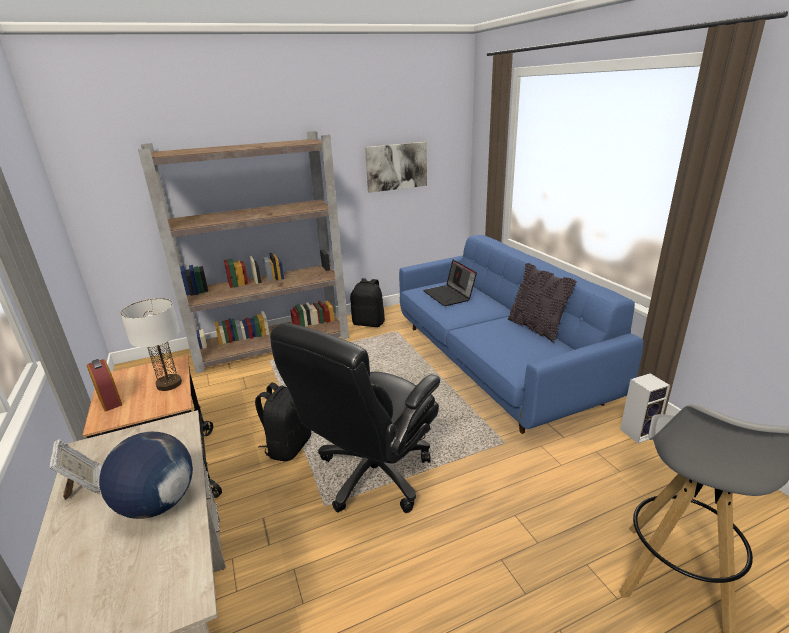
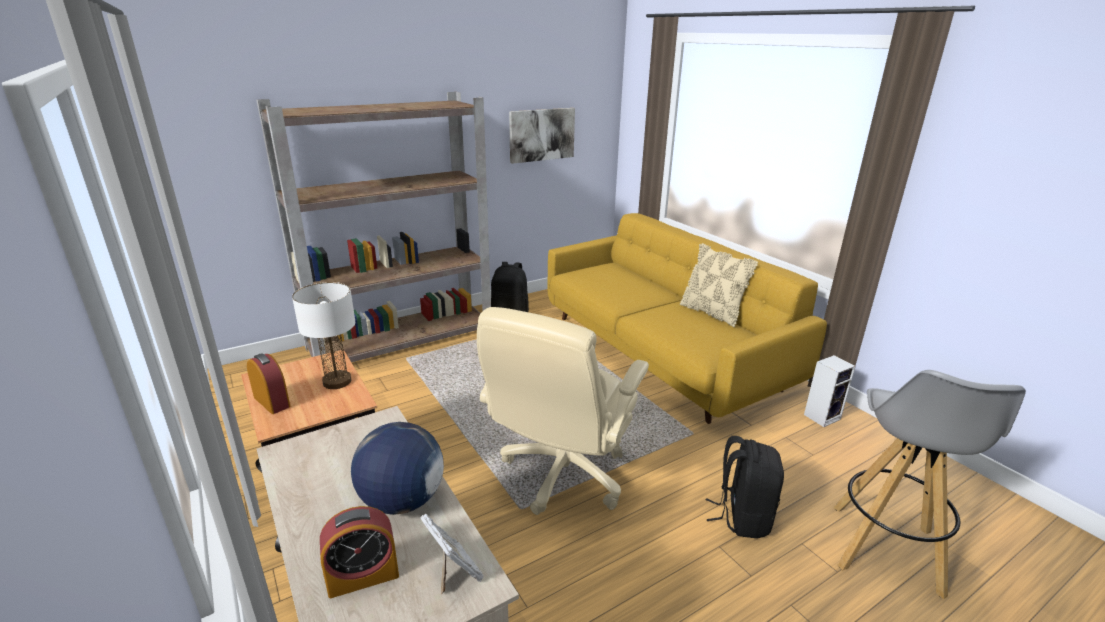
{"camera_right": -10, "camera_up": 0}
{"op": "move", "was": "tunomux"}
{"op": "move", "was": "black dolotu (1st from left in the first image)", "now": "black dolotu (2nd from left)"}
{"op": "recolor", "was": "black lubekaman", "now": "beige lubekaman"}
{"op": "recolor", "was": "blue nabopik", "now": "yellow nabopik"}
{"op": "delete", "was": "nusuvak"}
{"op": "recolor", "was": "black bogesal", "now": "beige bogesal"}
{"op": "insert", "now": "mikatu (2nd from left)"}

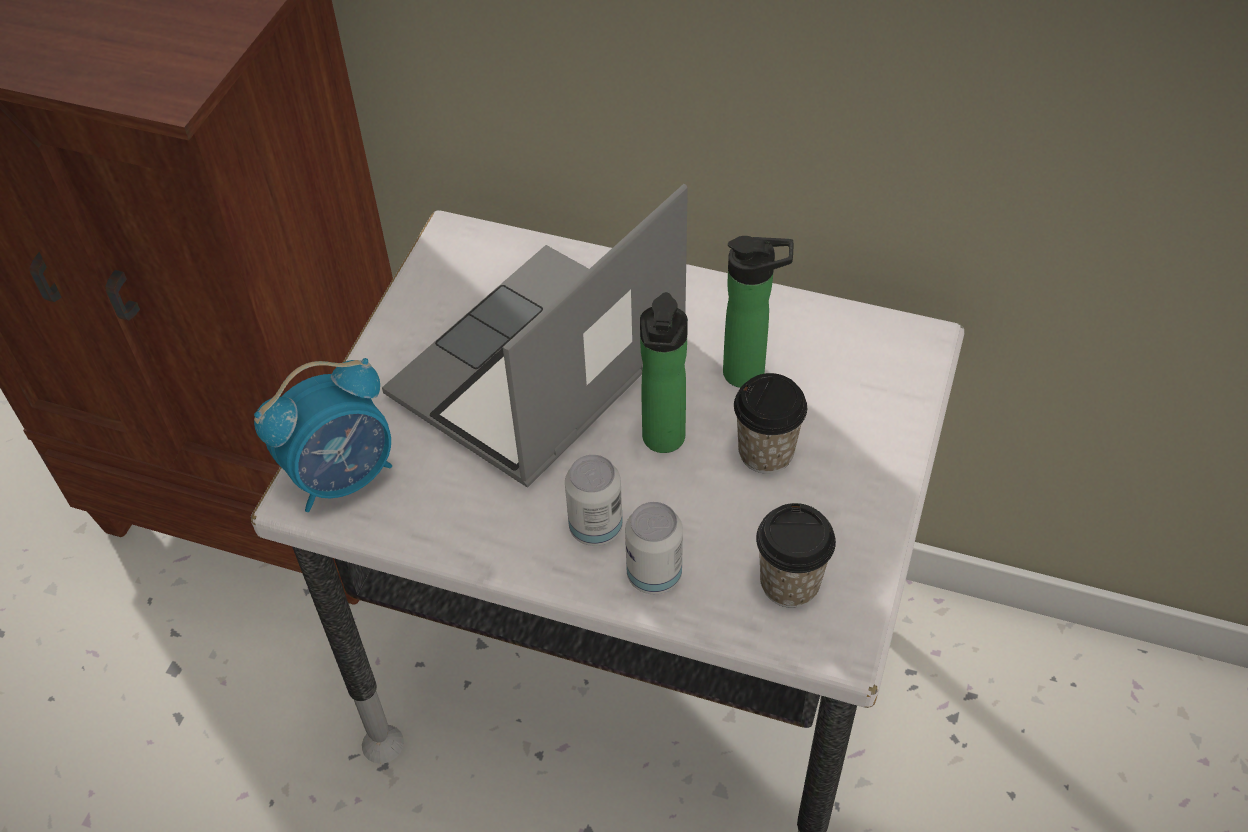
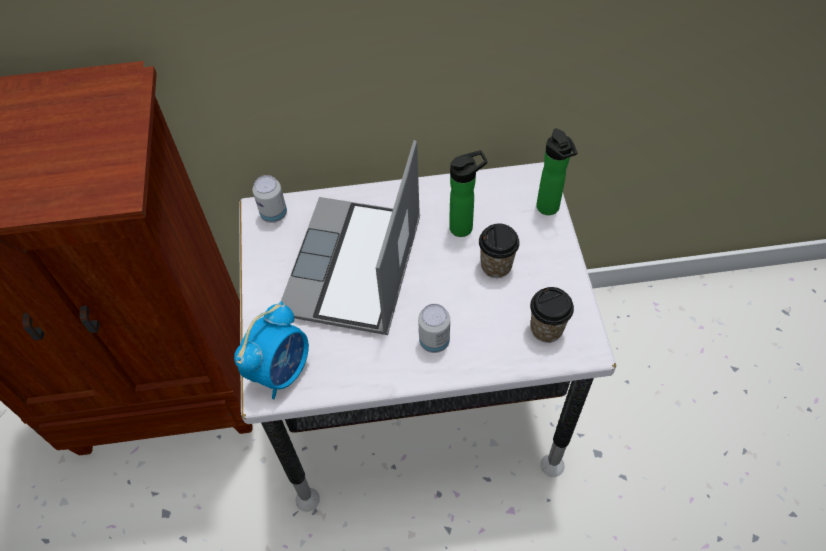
{"camera_right": -25, "camera_up": 5}
{"op": "move", "was": "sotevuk (2nd from left in the first image)", "now": "sotevuk (1st from left)"}
{"op": "move", "was": "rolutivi (1st from left in the first image)", "now": "rolutivi (2nd from left)"}

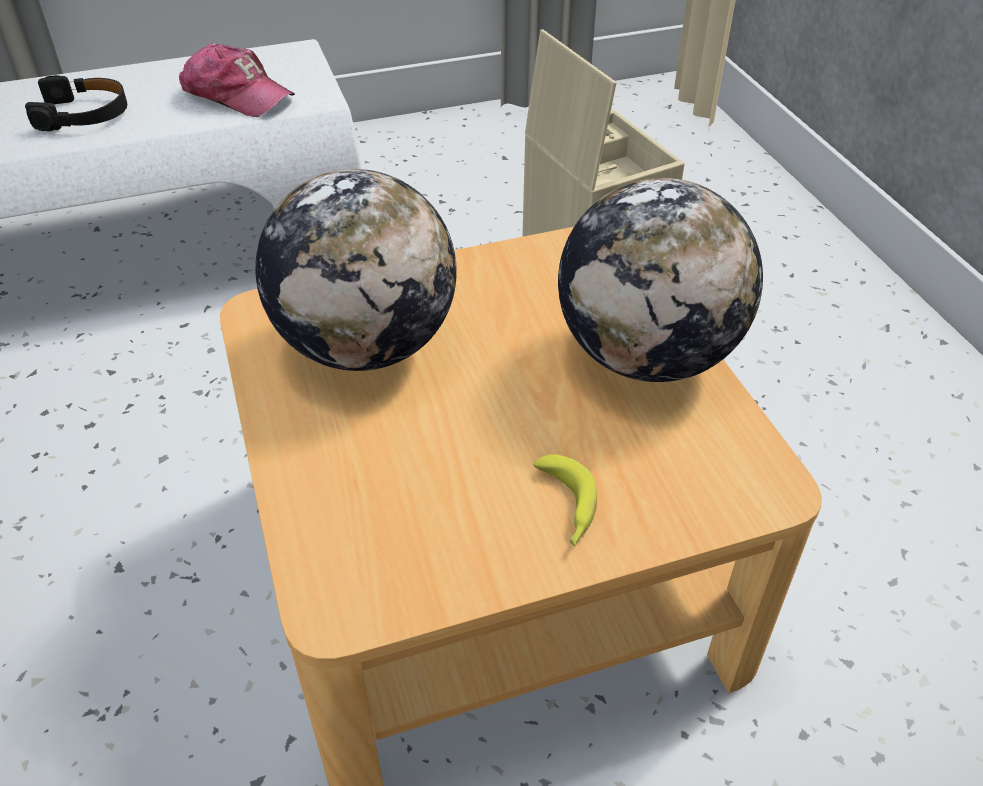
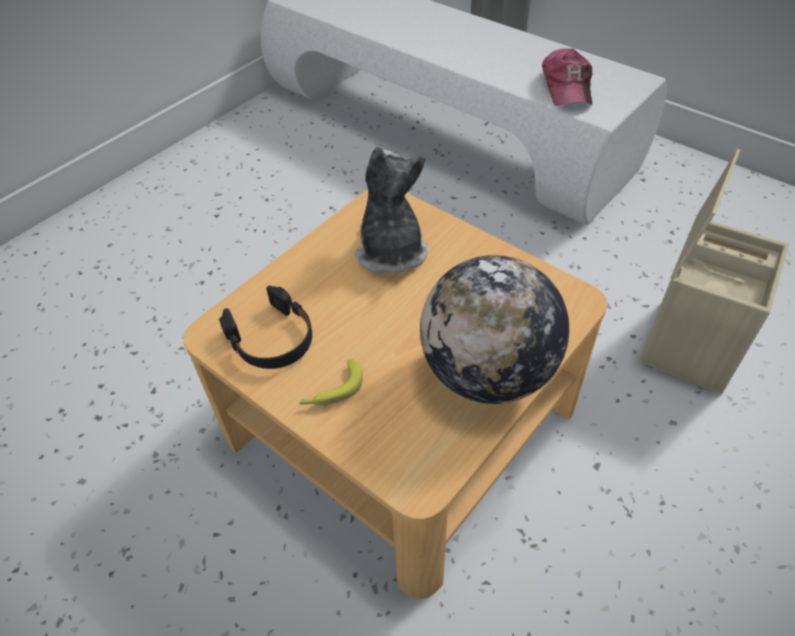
{"camera_right": 60, "camera_up": 5}
{"op": "move", "was": "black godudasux"}
{"op": "replace", "was": "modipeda (1st from left)", "now": "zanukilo"}

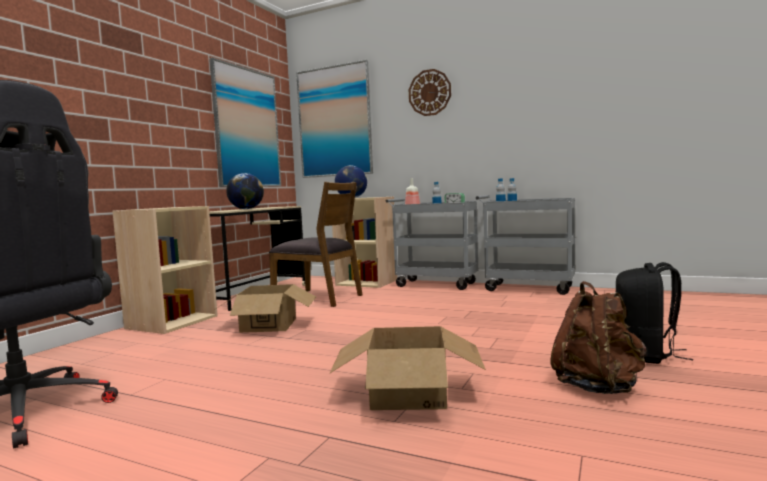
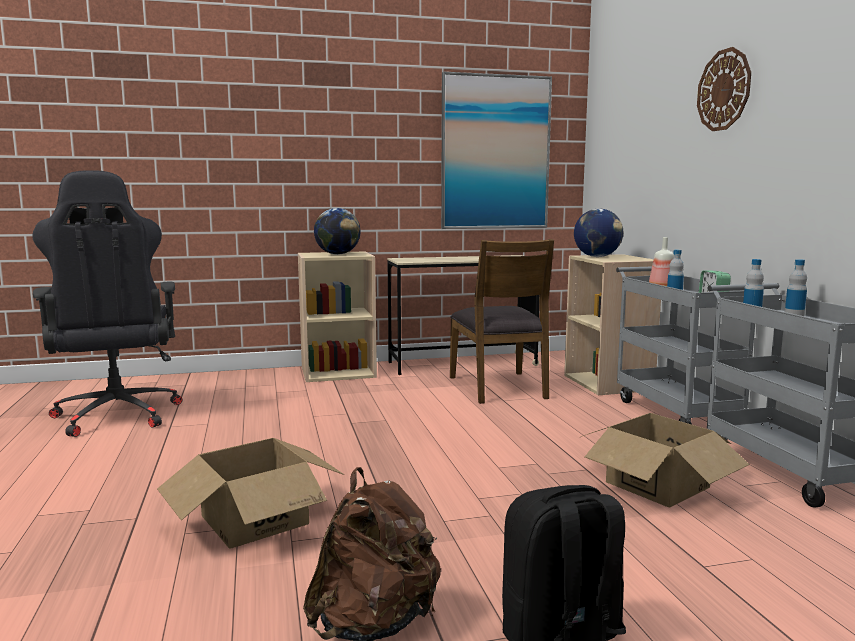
{"camera_right": 50, "camera_up": 5}
{"op": "move", "was": "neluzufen (1st from left in the first image)", "now": "neluzufen (2nd from left)"}
{"op": "move", "was": "modipeda (1st from left)"}
{"op": "delete", "was": "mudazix (2nd from left)"}

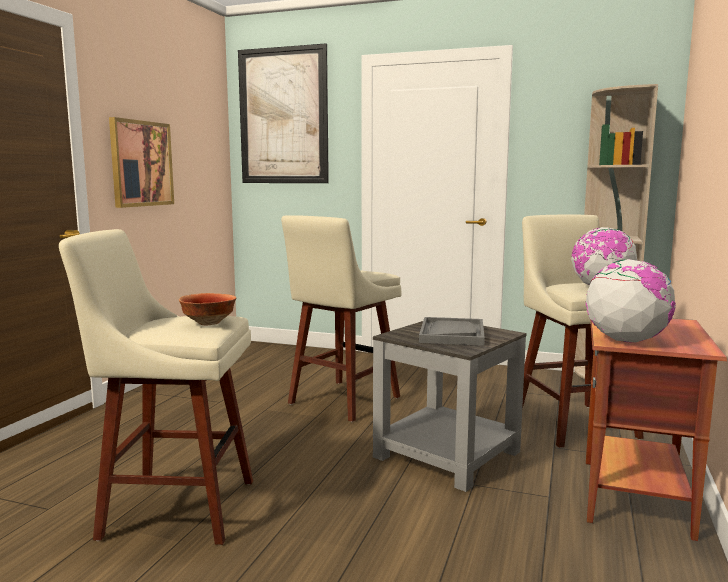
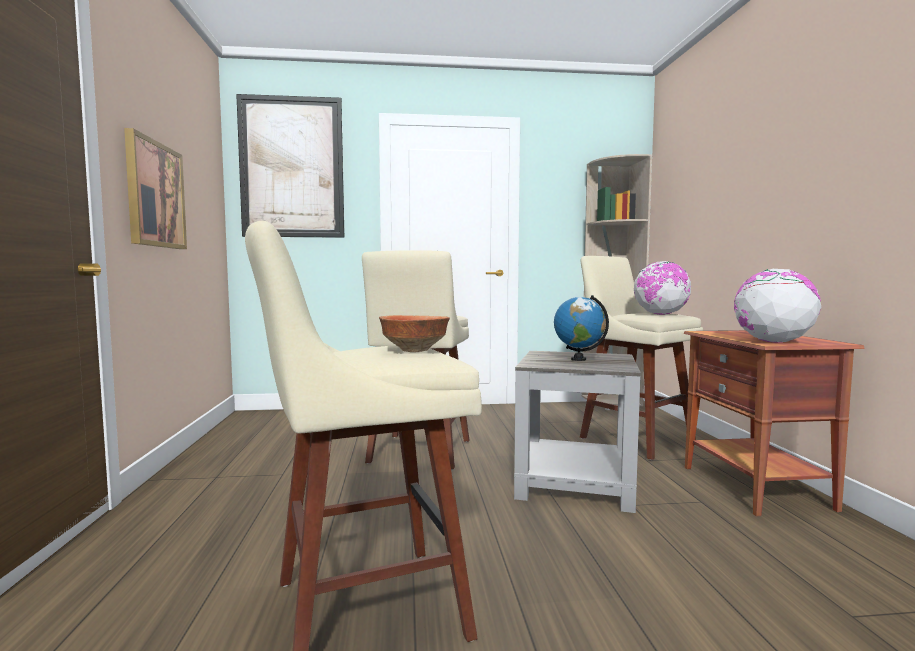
{"camera_right": -25, "camera_up": -5}
{"op": "replace", "was": "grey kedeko", "now": "modipeda (1st from left)"}

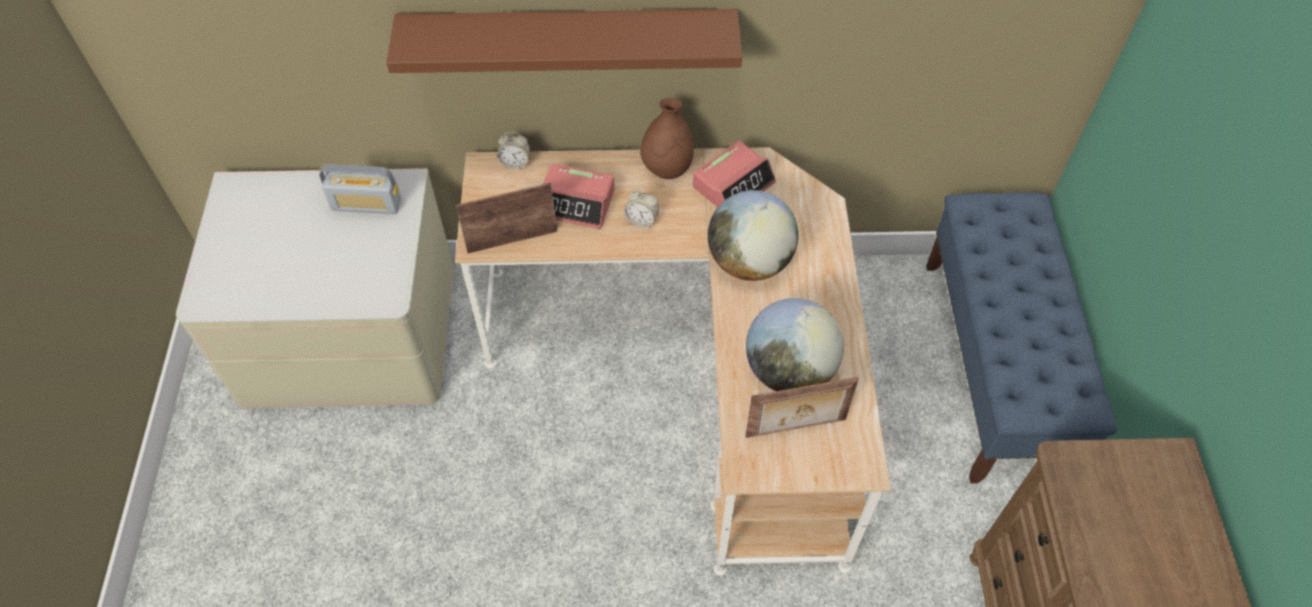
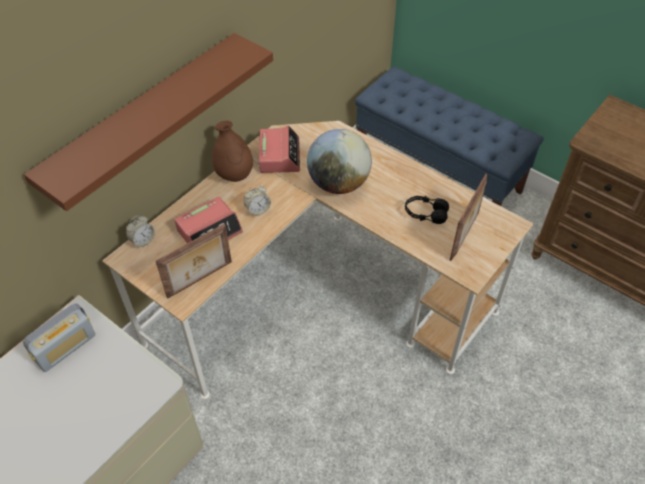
{"camera_right": -50, "camera_up": -5}
{"op": "rotate", "was": "tunomux (1st from left)", "clockwise": -150}
{"op": "replace", "was": "modipeda (2nd from left)", "now": "black godudasux"}

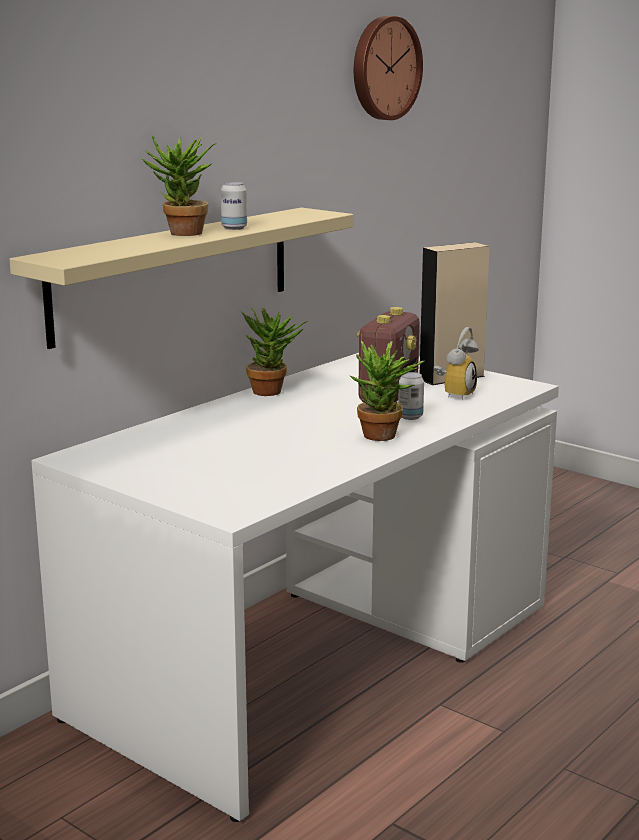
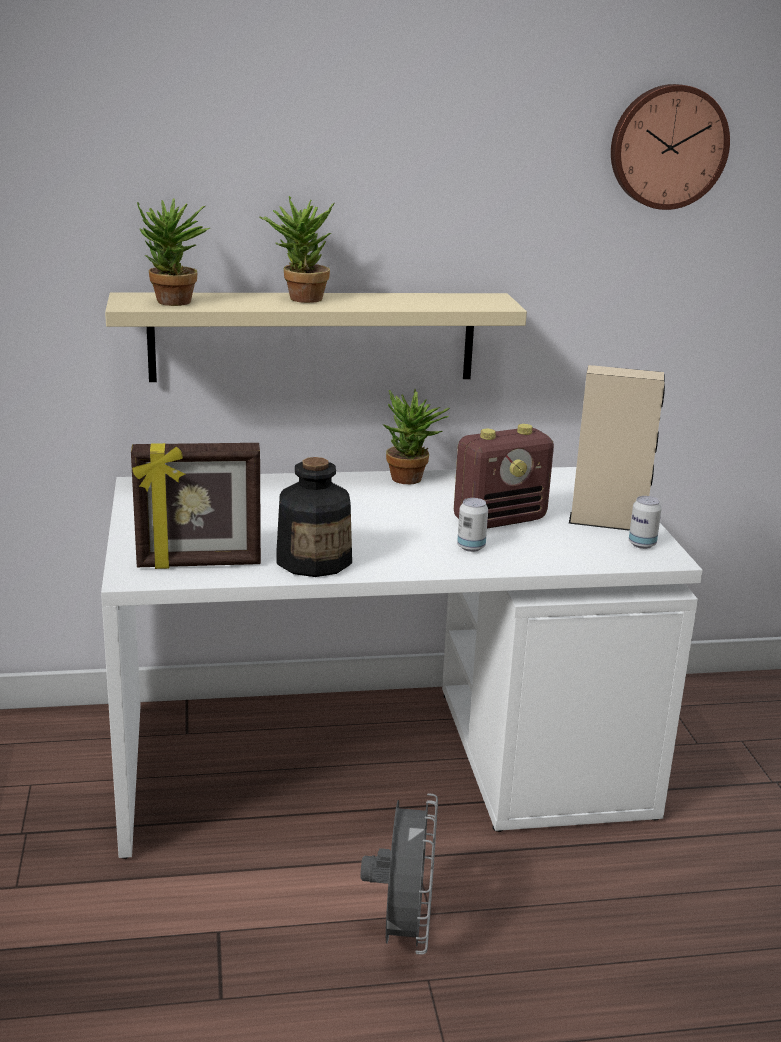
{"camera_right": 40, "camera_up": 5}
{"op": "move", "was": "sotevuk (1st from left in the first image)", "now": "sotevuk (2nd from left)"}
{"op": "move", "was": "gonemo (3rd from left in the first image)", "now": "gonemo (1st from left)"}
{"op": "delete", "was": "mikatu"}
{"op": "insert", "now": "tunomux"}
{"op": "insert", "now": "rolutivi"}
{"op": "insert", "now": "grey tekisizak"}

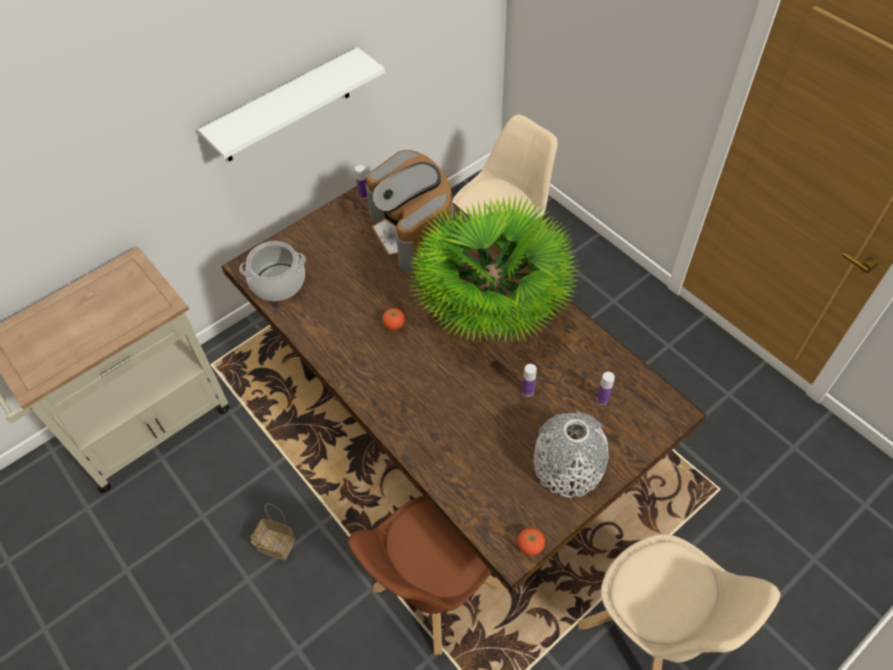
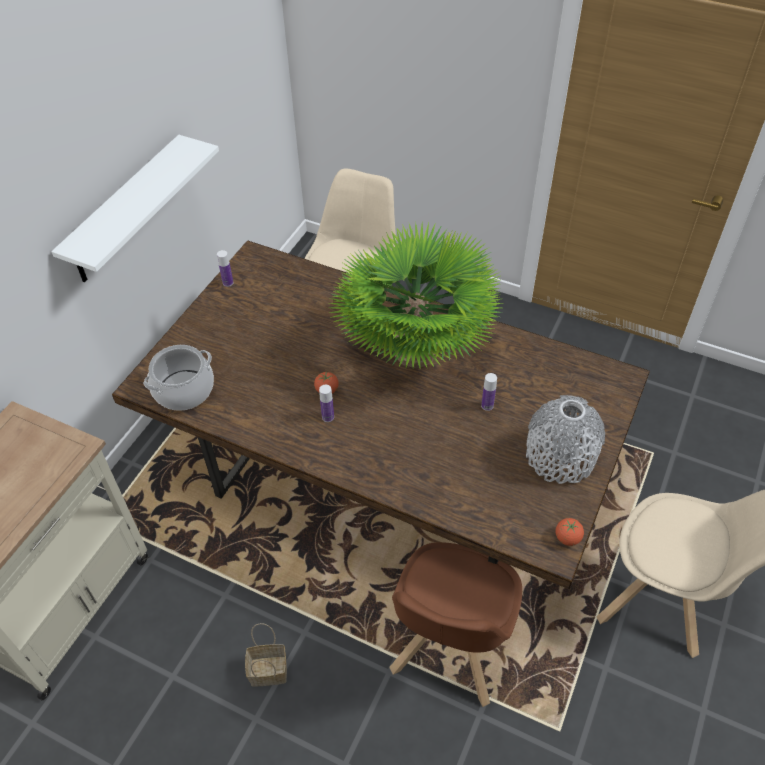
{"camera_right": -25, "camera_up": -5}
{"op": "delete", "was": "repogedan"}
{"op": "move", "was": "rolutivi (3rd from left in the first image)", "now": "rolutivi (2nd from left)"}

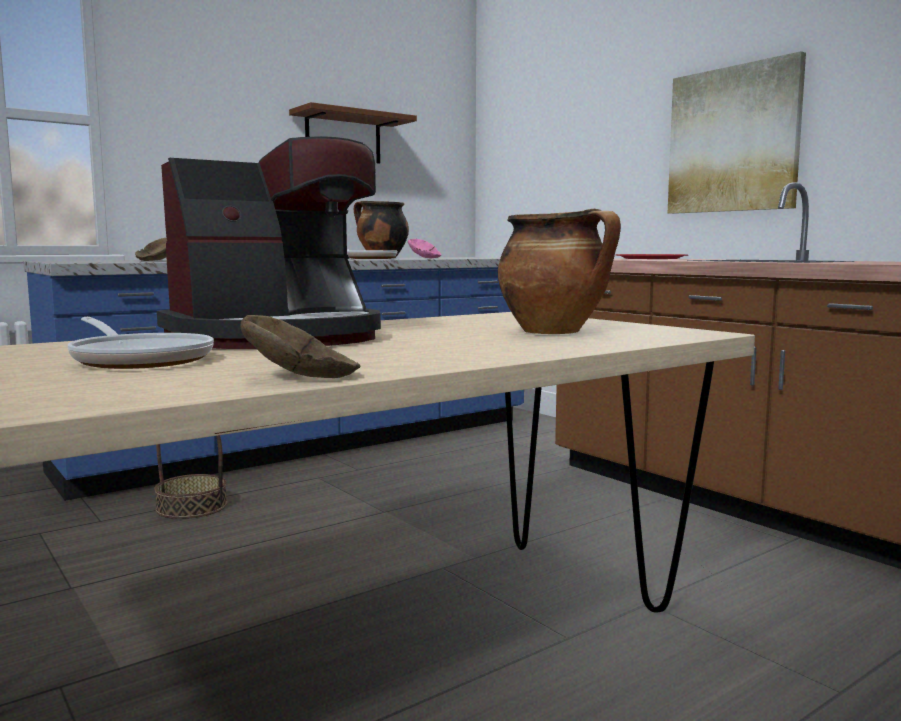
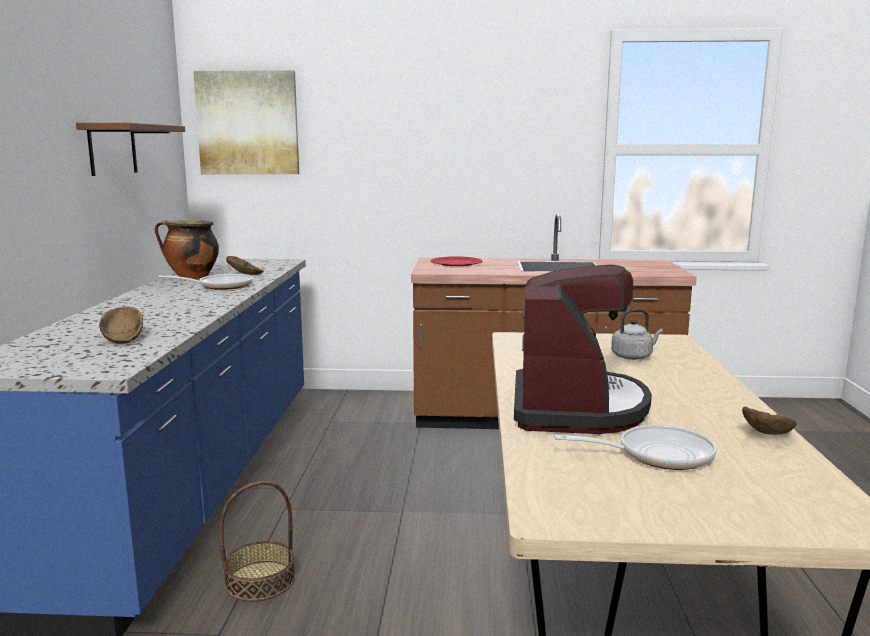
{"camera_right": -50, "camera_up": 5}
{"op": "recolor", "was": "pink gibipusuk", "now": "brown gibipusuk (2nd from left)"}
{"op": "replace", "was": "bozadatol (2nd from left)", "now": "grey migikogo"}
{"op": "move", "was": "mudazix"}

